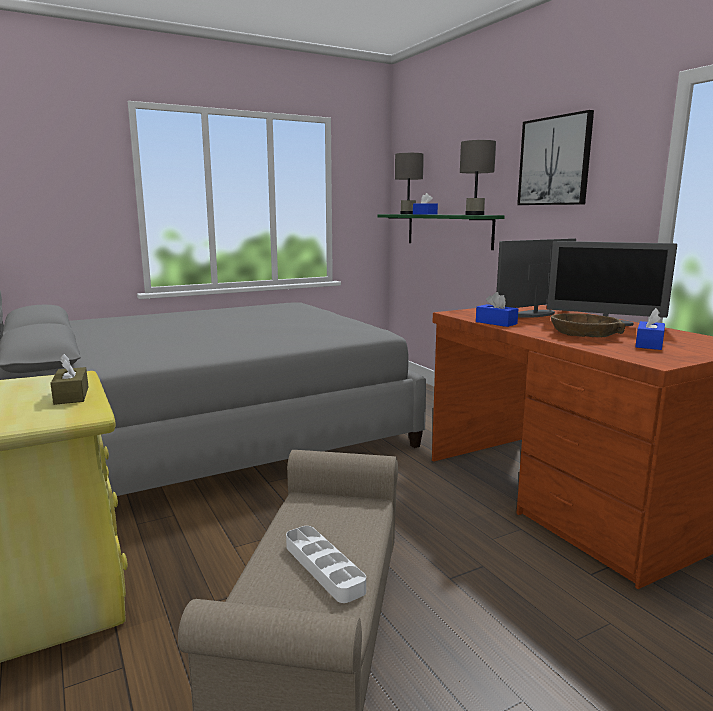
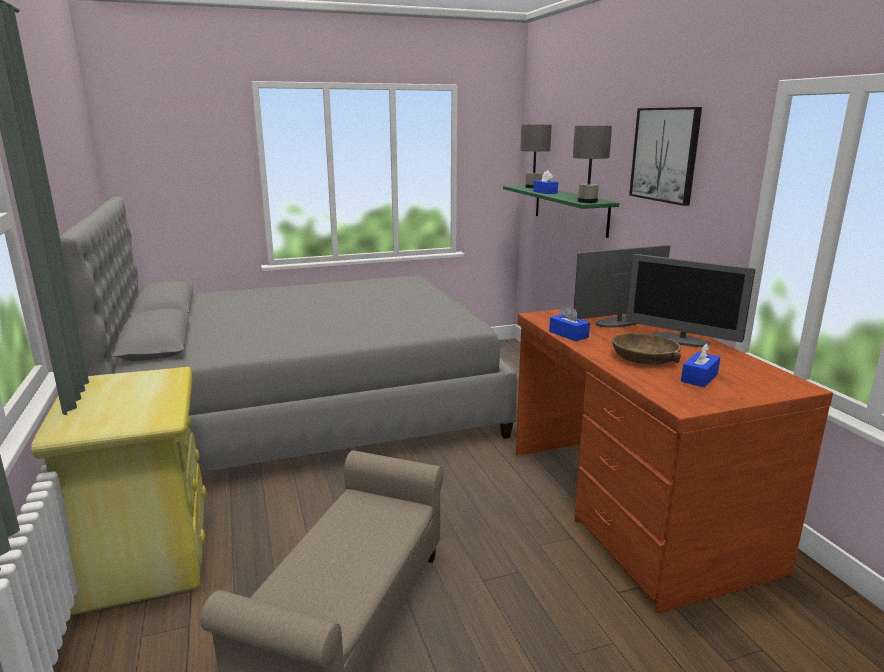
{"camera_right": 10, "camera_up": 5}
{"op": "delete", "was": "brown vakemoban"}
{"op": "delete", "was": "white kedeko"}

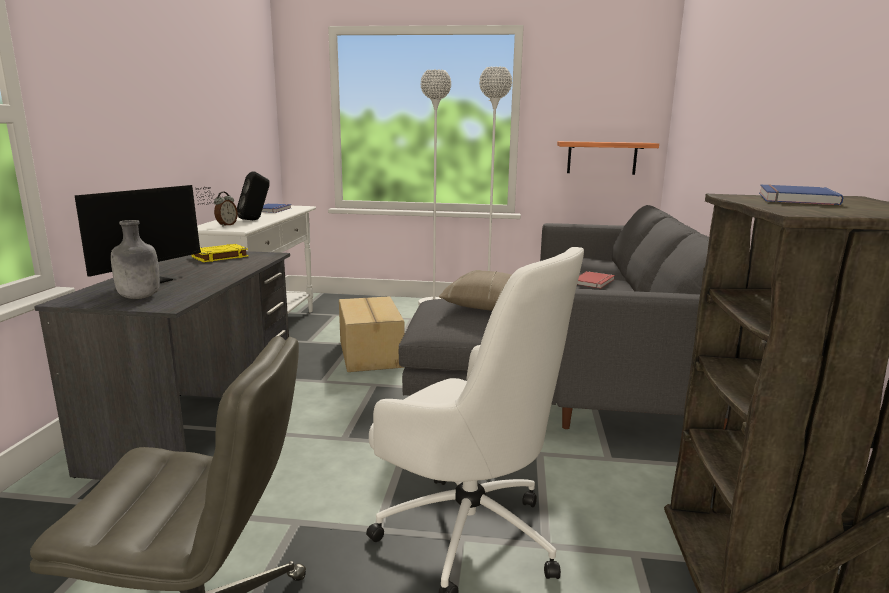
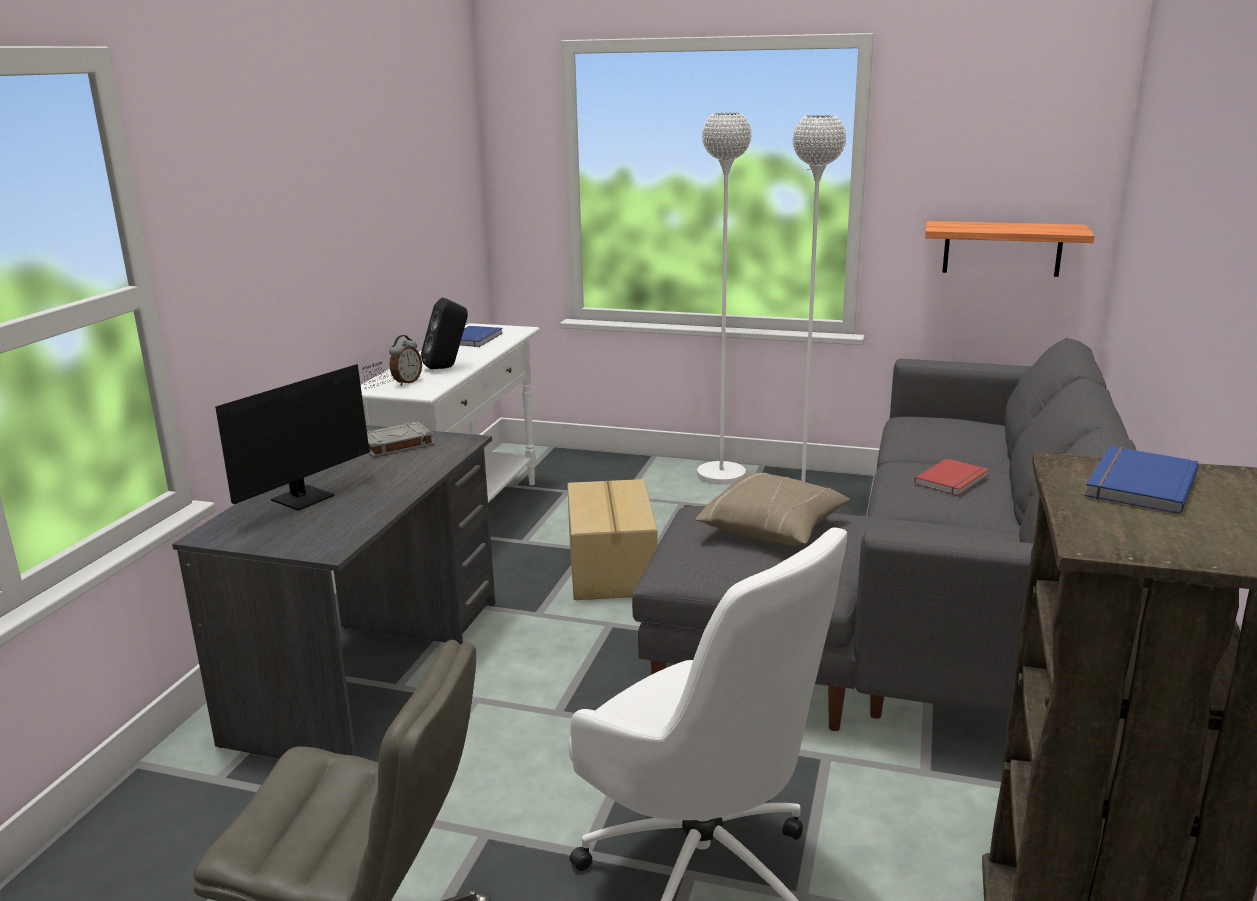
{"camera_right": 10, "camera_up": 5}
{"op": "delete", "was": "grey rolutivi"}
{"op": "recolor", "was": "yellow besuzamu", "now": "grey besuzamu"}

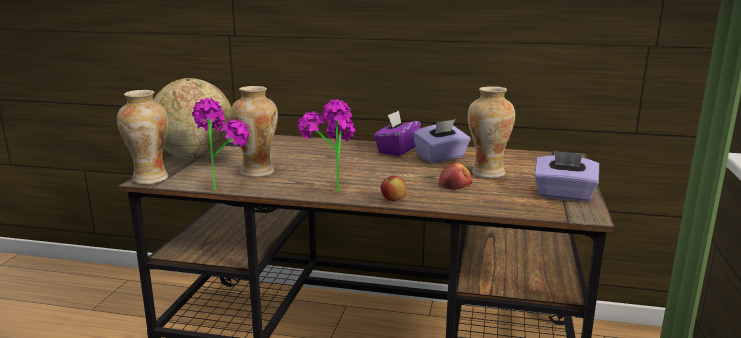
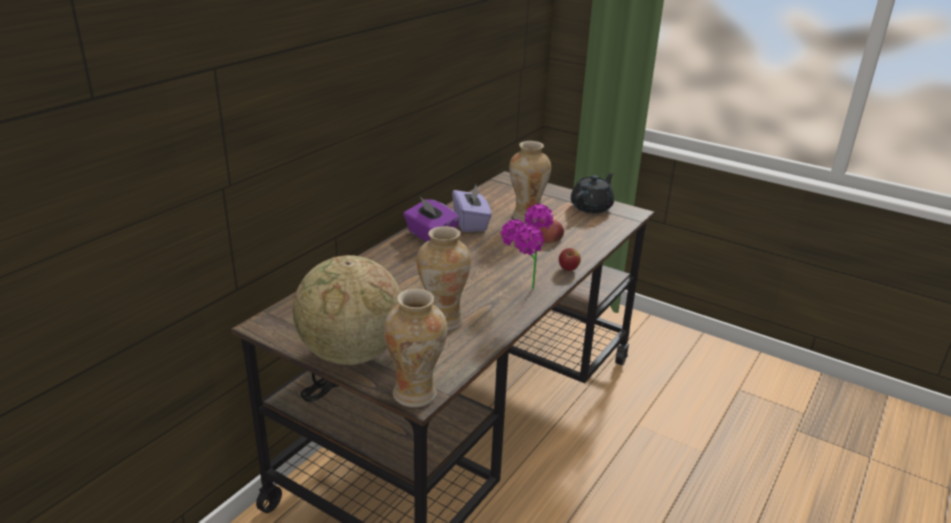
{"camera_right": -70, "camera_up": 10}
{"op": "delete", "was": "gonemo (1st from left)"}
{"op": "replace", "was": "purple vakemoban (3rd from left)", "now": "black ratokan"}

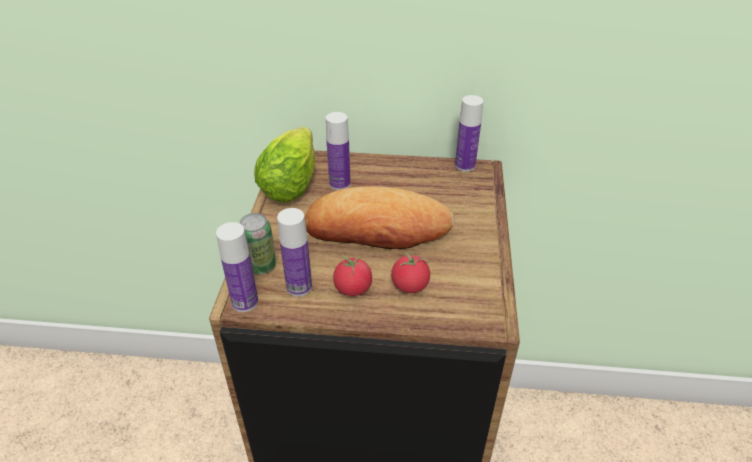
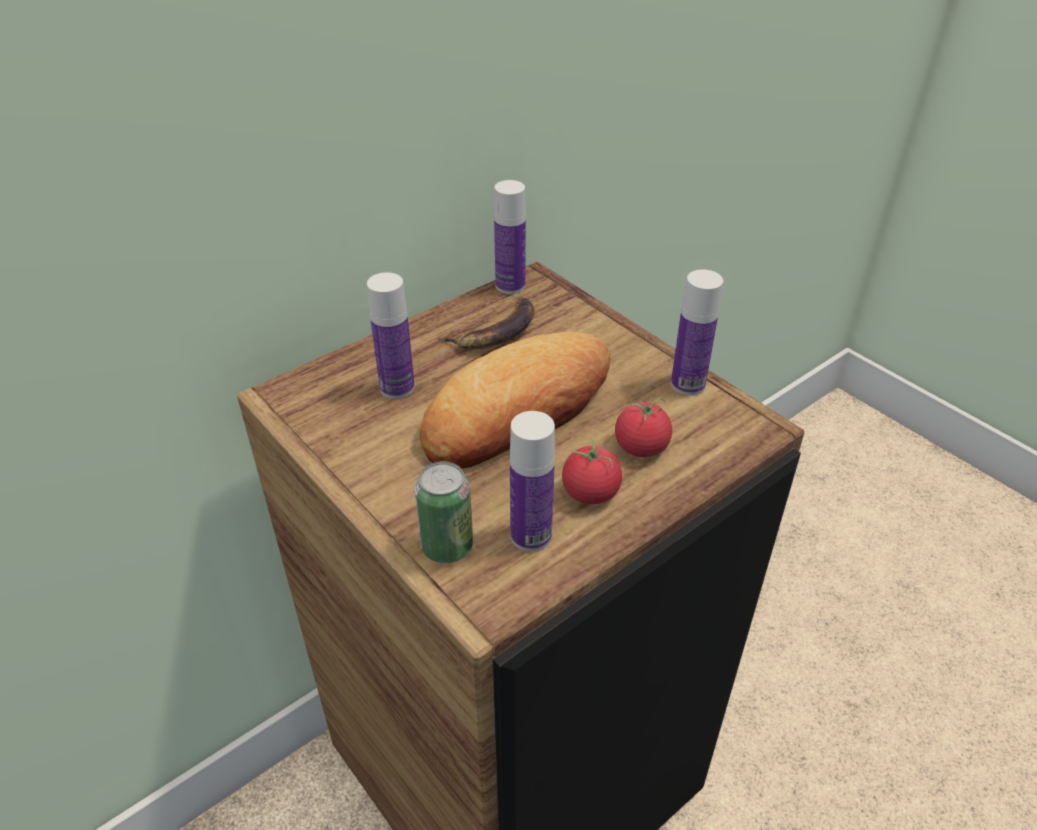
{"camera_right": -45, "camera_up": 0}
{"op": "move", "was": "rolutivi (1st from left in the first image)", "now": "rolutivi (4th from left)"}
{"op": "delete", "was": "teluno"}
{"op": "insert", "now": "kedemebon"}

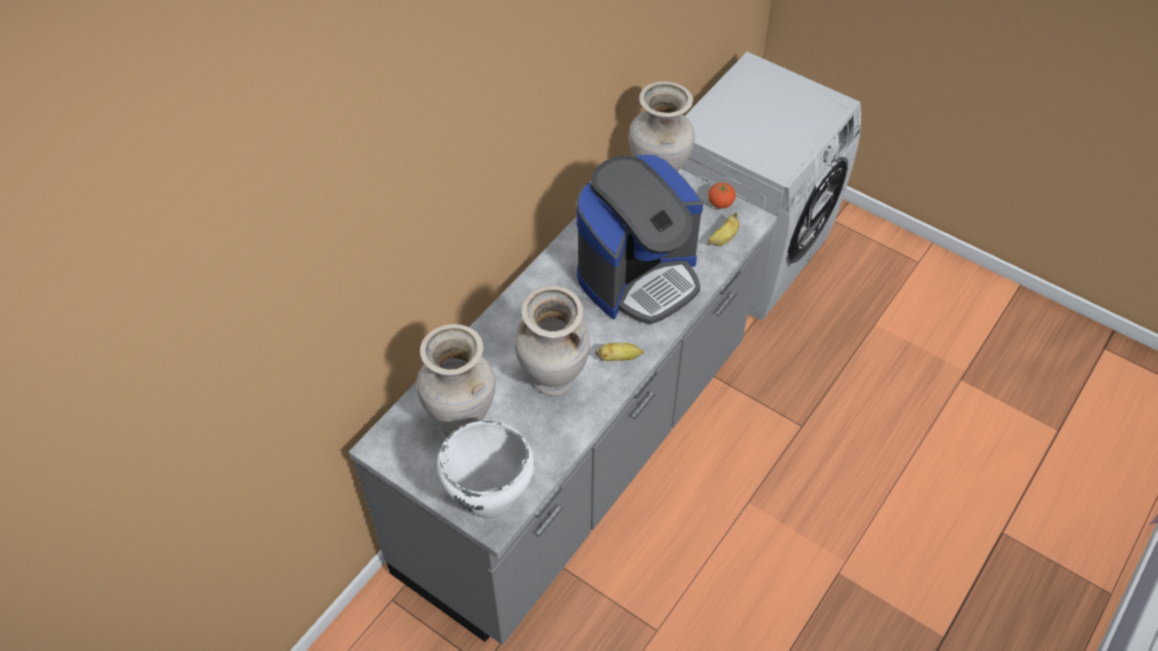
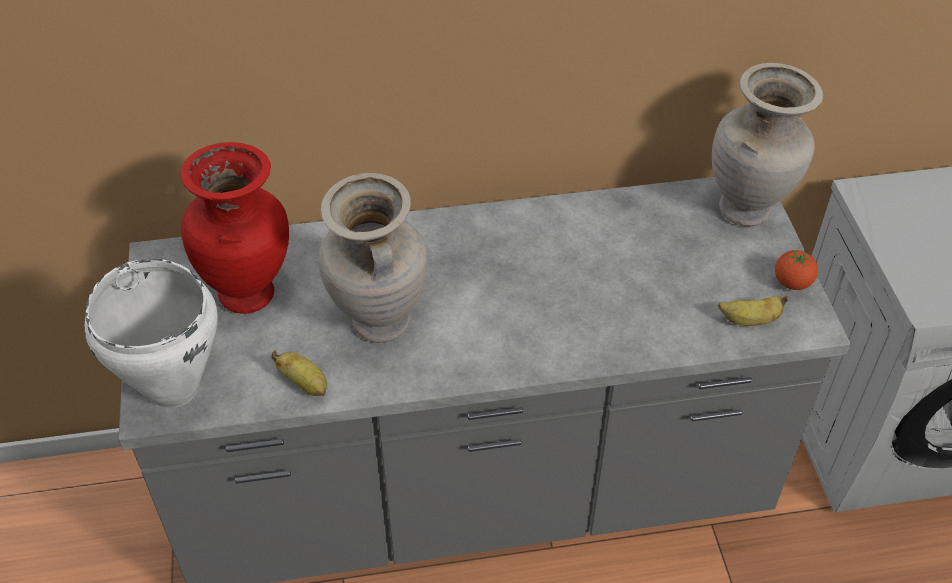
{"camera_right": 45, "camera_up": -5}
{"op": "recolor", "was": "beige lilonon (1st from left)", "now": "red lilonon"}
{"op": "delete", "was": "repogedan"}
{"op": "move", "was": "kedemebon (1st from left)"}

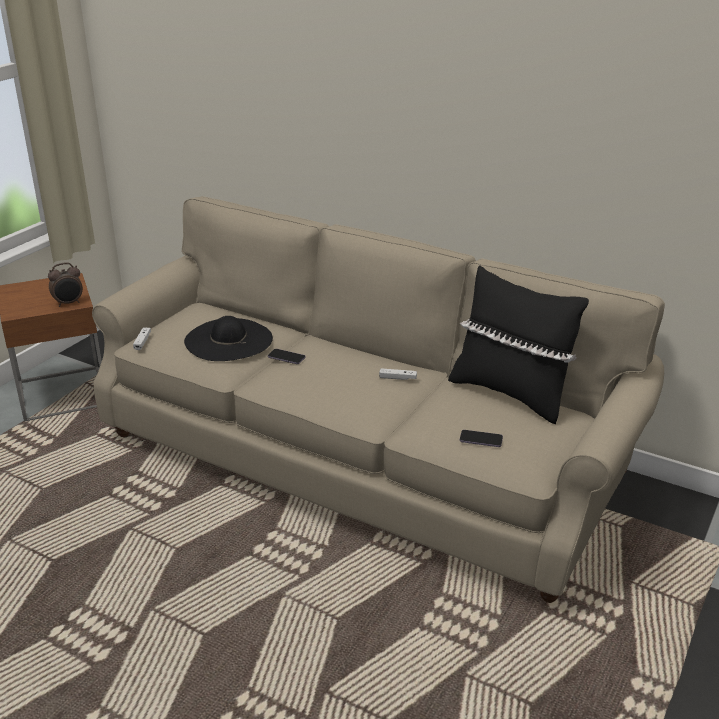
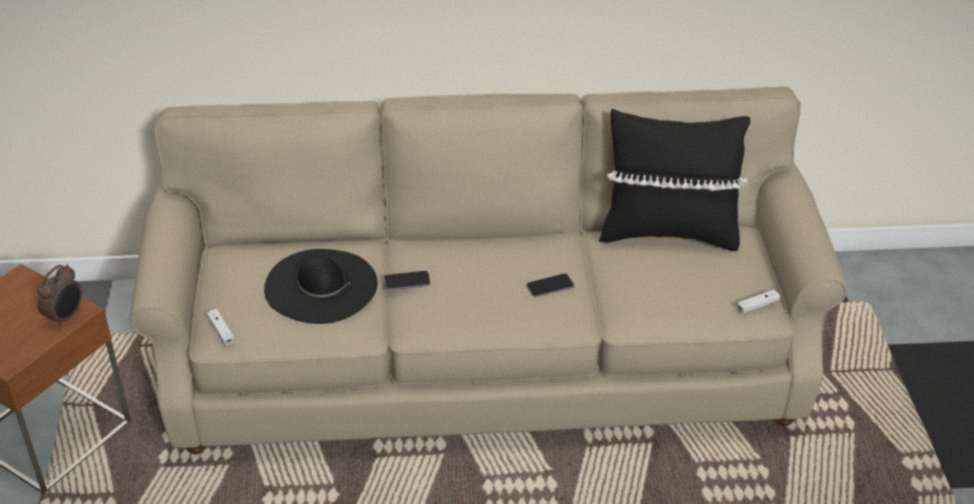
{"camera_right": -35, "camera_up": 10}
{"op": "move", "was": "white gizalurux (2nd from left)"}
{"op": "move", "was": "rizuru (2nd from left)"}

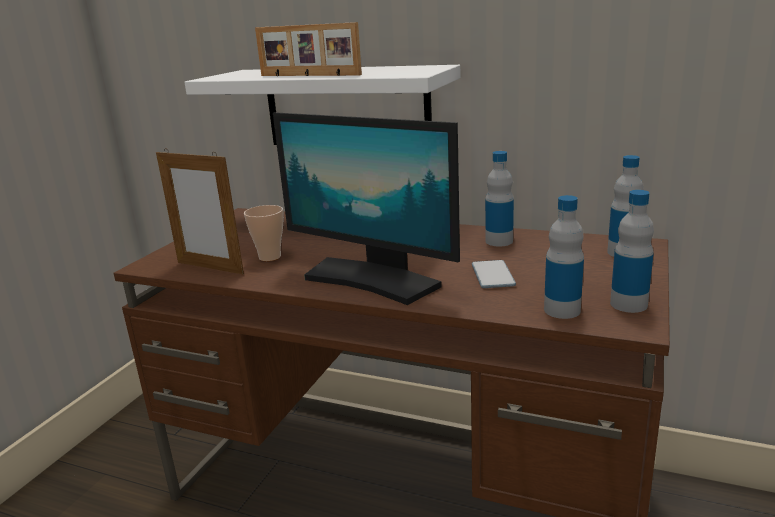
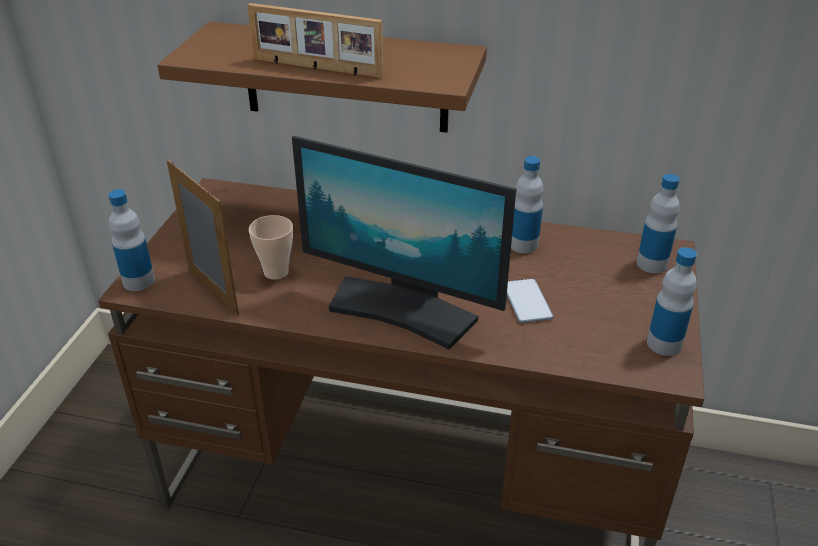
{"camera_right": -10, "camera_up": 15}
{"op": "rotate", "was": "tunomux (1st from left)", "clockwise": -150}
{"op": "recolor", "was": "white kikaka", "now": "brown kikaka"}
{"op": "move", "was": "rolutivi (2nd from left in the first image)", "now": "rolutivi (1st from left)"}

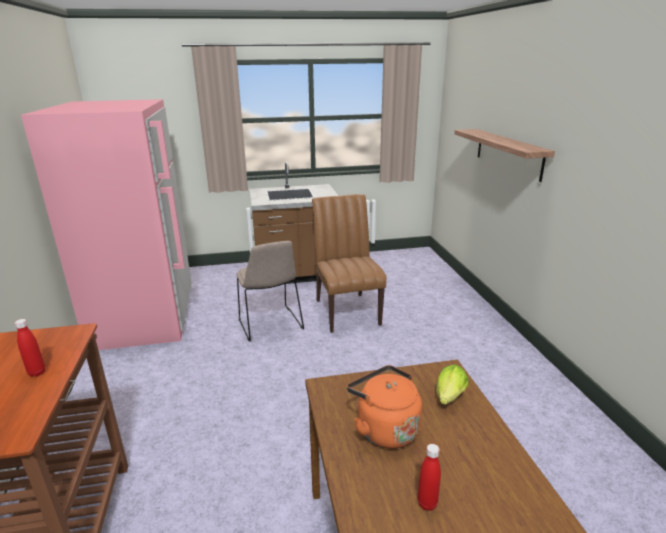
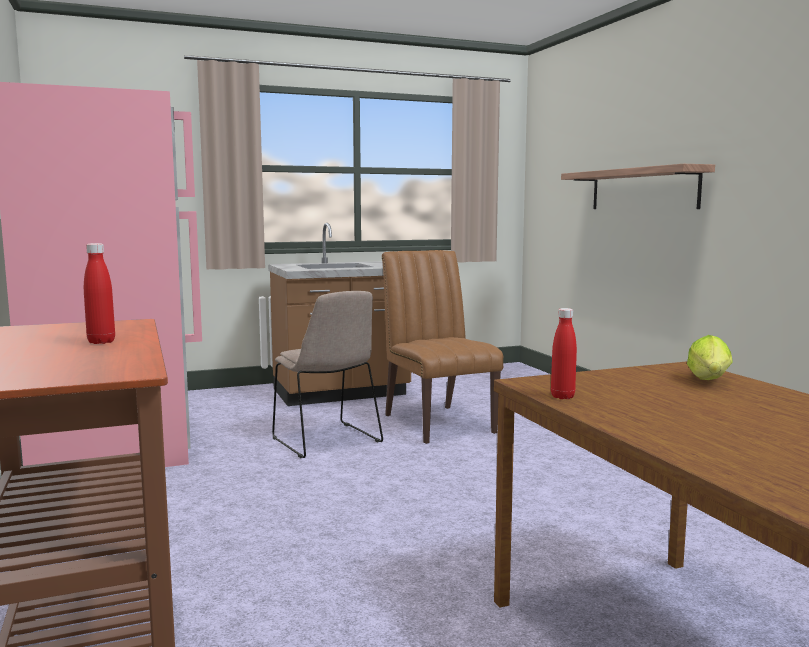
{"camera_right": -10, "camera_up": -15}
{"op": "delete", "was": "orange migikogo"}
{"op": "move", "was": "red rolutivi (2nd from left)"}

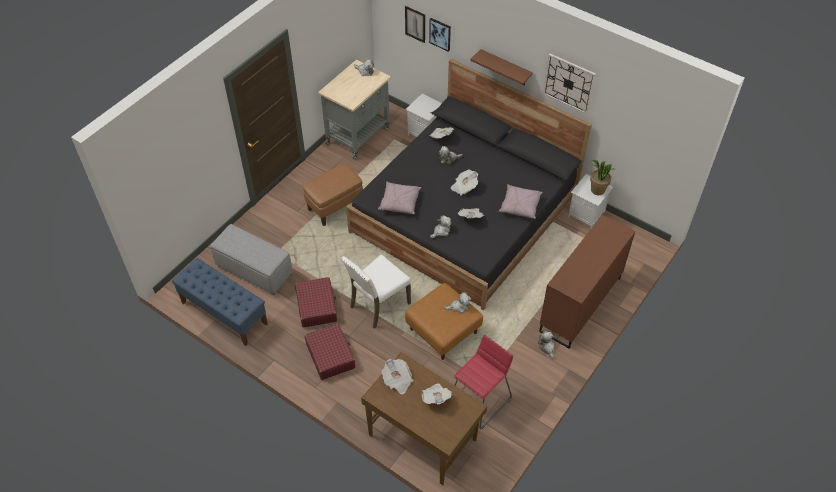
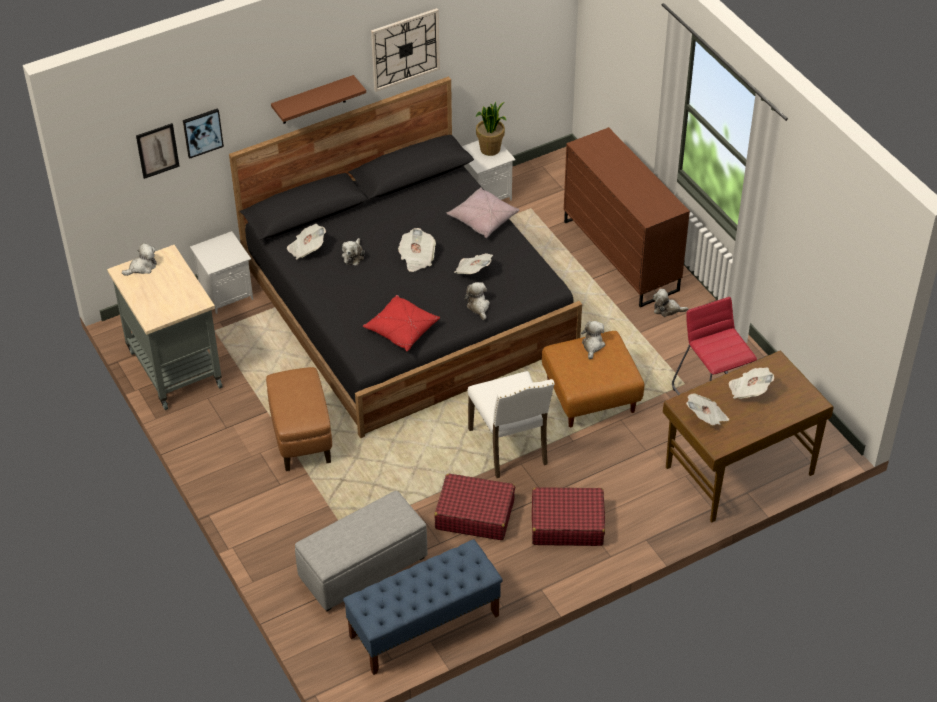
{"camera_right": -65, "camera_up": -5}
{"op": "recolor", "was": "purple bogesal (1st from left)", "now": "red bogesal"}

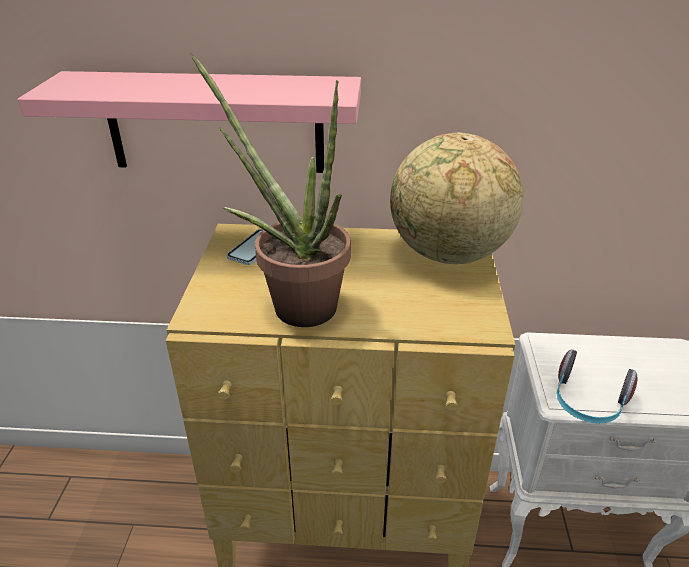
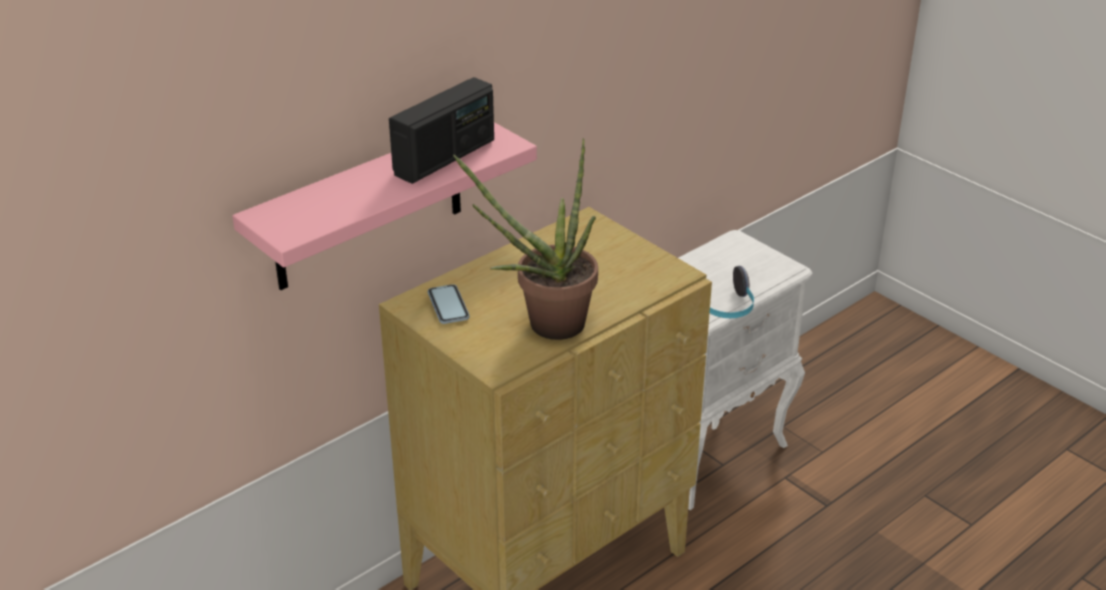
{"camera_right": -45, "camera_up": 0}
{"op": "delete", "was": "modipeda"}
{"op": "insert", "now": "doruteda"}

